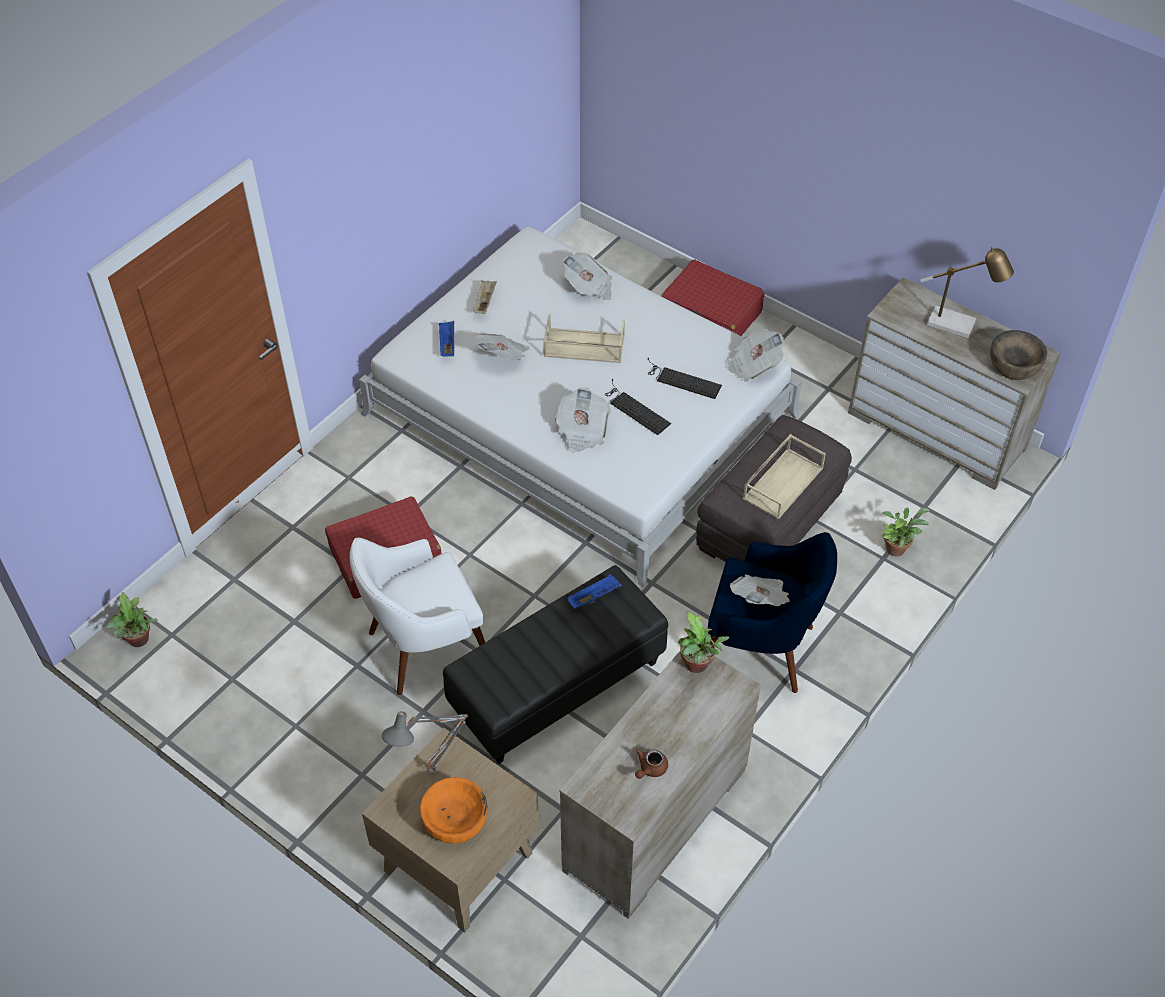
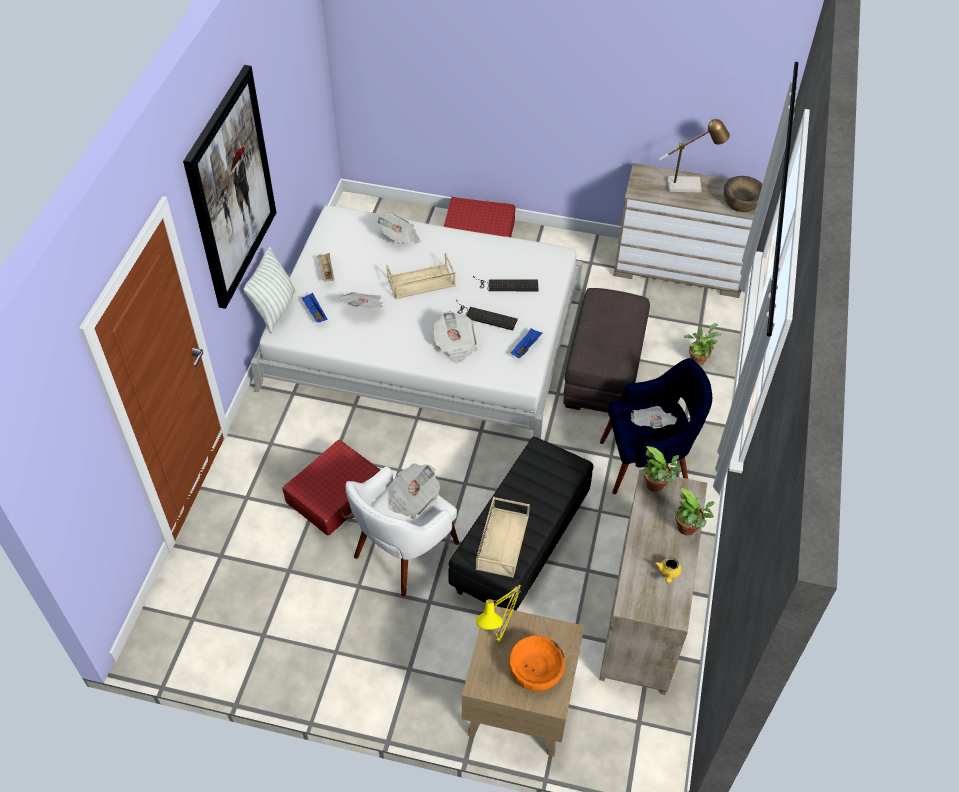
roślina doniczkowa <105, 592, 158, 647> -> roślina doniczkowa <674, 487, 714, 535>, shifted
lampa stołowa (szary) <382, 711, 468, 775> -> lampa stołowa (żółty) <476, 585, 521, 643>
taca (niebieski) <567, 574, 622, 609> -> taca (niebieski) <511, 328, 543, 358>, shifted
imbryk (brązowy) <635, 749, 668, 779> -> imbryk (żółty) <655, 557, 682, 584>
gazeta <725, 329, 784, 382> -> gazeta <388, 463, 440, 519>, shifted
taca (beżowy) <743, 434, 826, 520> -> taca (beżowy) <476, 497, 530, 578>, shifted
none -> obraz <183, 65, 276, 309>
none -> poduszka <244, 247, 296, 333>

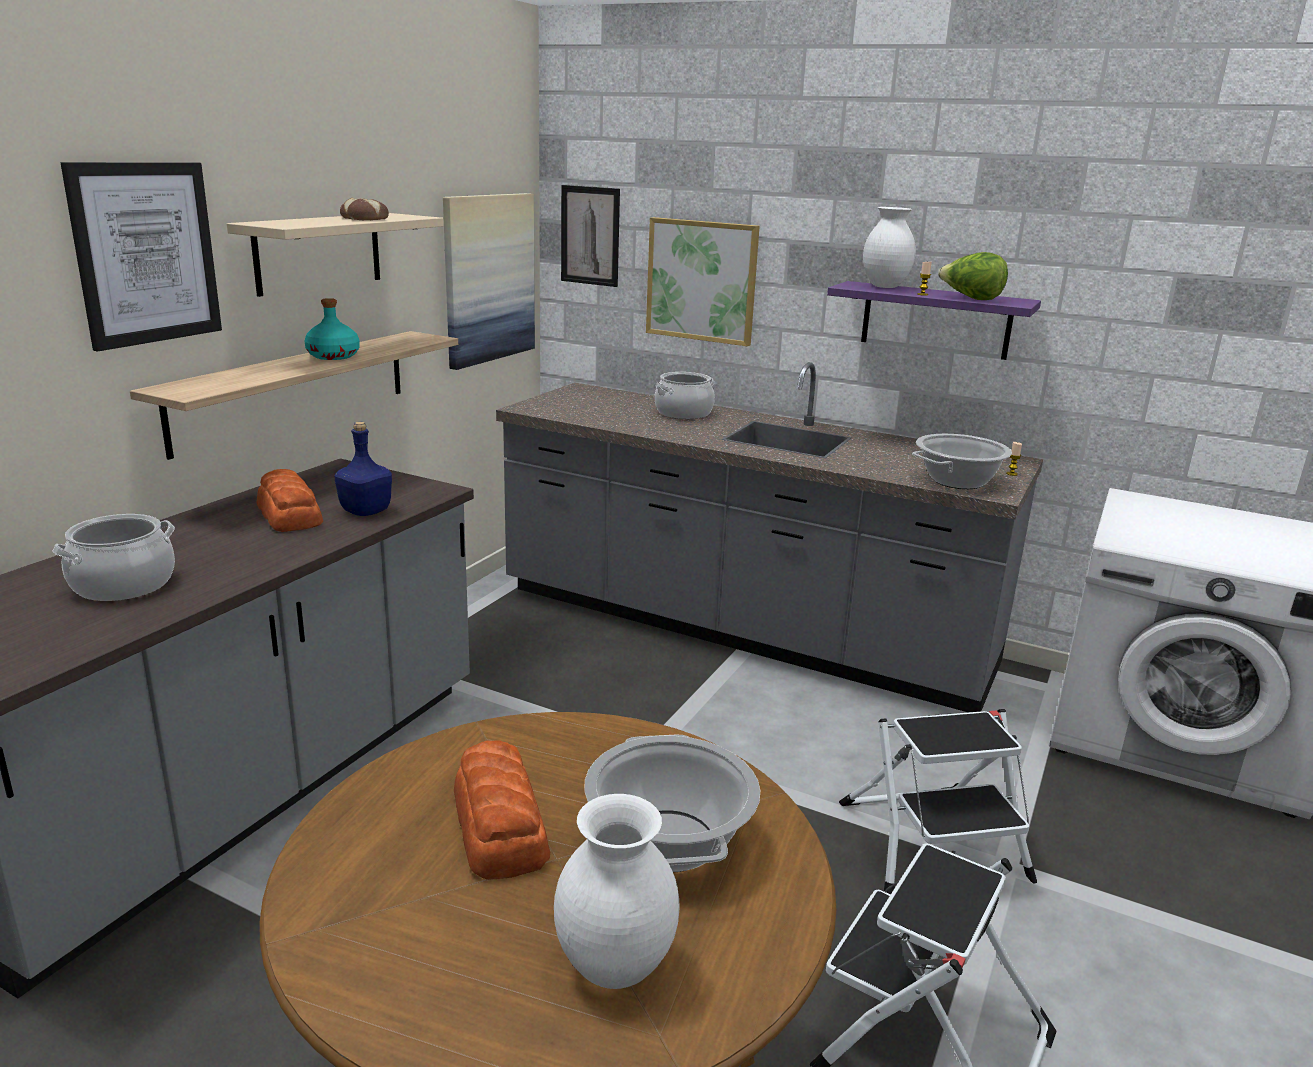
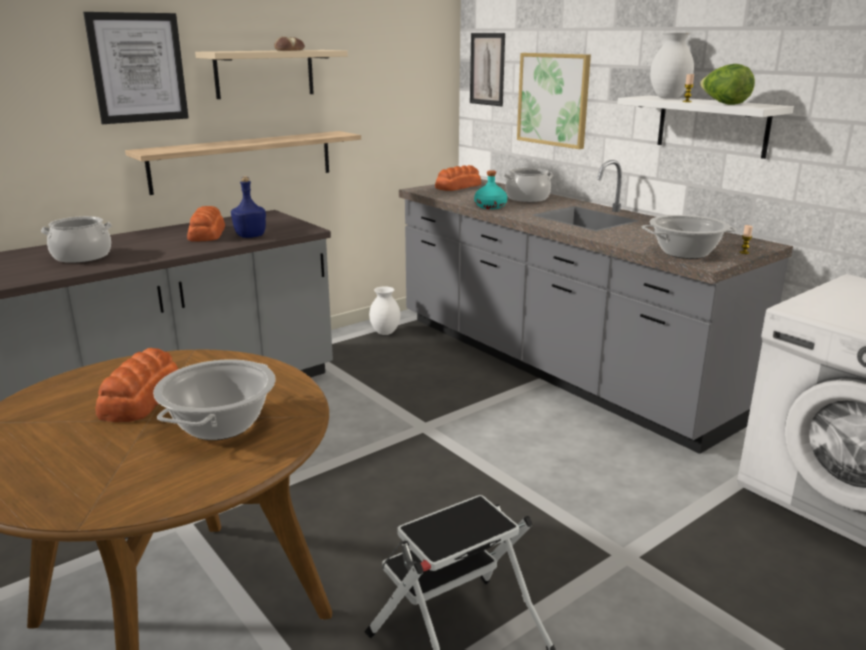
butelka (turkusowy) <304, 298, 360, 360> -> butelka (turkusowy) <474, 170, 507, 209>, shifted
obraz <443, 193, 535, 370> -> none
wazon (biały) <554, 794, 680, 989> -> wazon (biały) <369, 286, 400, 335>, shifted
półka (fioletowy) <827, 281, 1041, 360> -> półka (biały) <617, 95, 794, 159>
drabinka <839, 709, 1037, 894> -> none
none -> chleb <435, 165, 482, 191>

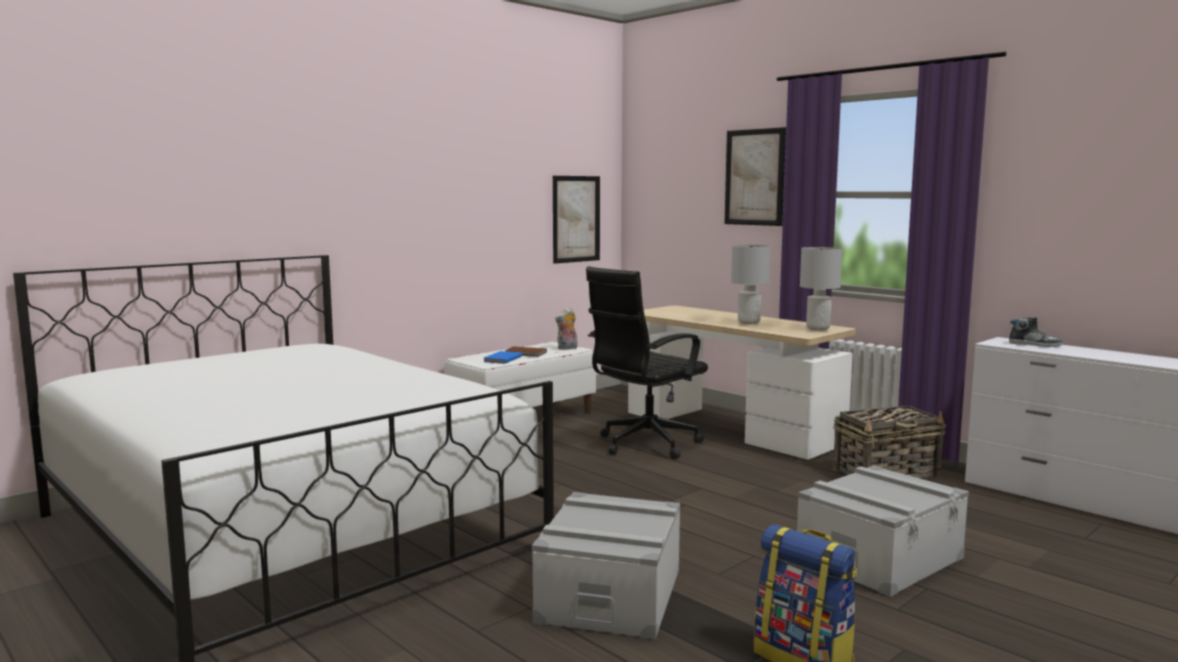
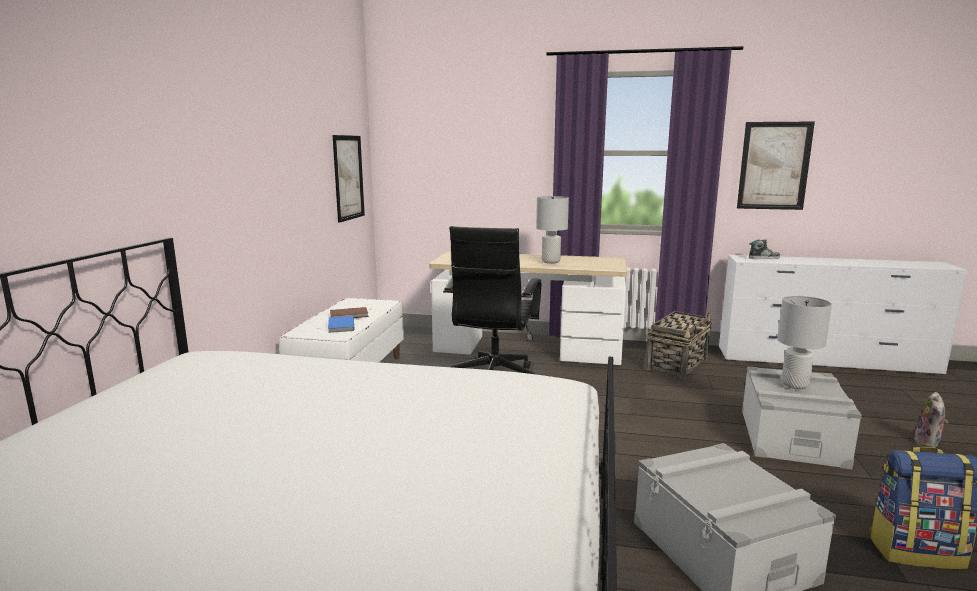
pluszak <555, 307, 577, 350> -> pluszak <915, 392, 948, 448>, shifted
obraz <725, 127, 786, 226> -> obraz <737, 122, 815, 210>, shifted
lampa stołowa (szary) <800, 247, 842, 331> -> lampa stołowa (szary) <777, 296, 832, 389>, shifted

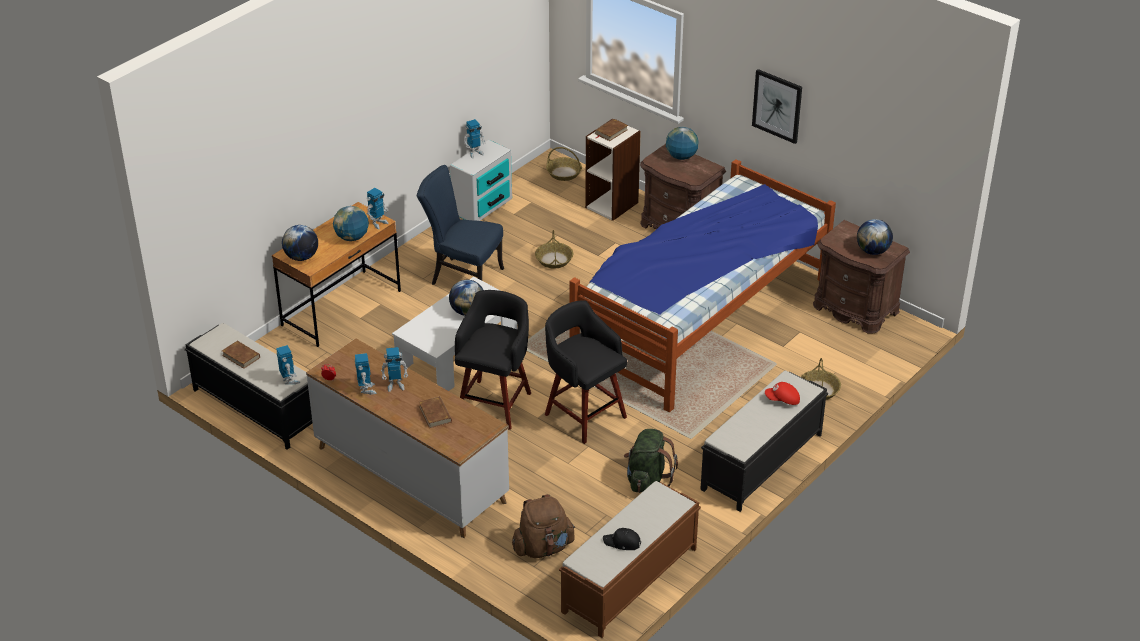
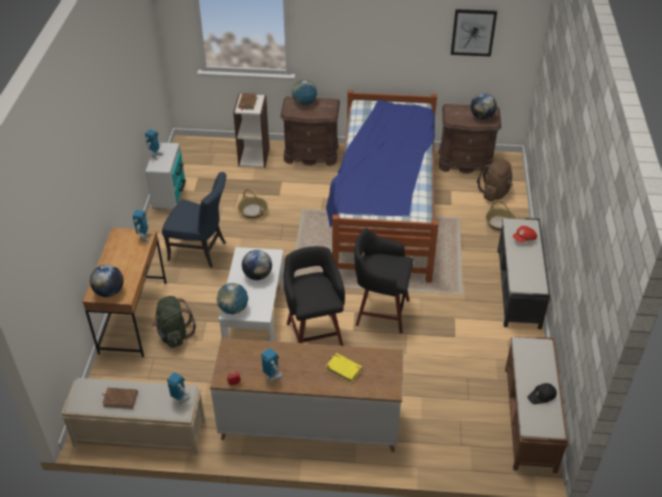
ławka (czarny) <185, 323, 312, 450> -> ławka (beżowy) <61, 378, 205, 455>
globus <333, 206, 369, 241> -> globus <216, 283, 248, 314>, shifted
robot zabawkowy <381, 347, 408, 392> -> none
krzesło (niebieski) <417, 165, 504, 285> -> krzesło (niebieski) <162, 172, 226, 268>, 150 degrees counterclockwise
książka (brązowy) <419, 396, 452, 428> -> książka (żółty) <325, 353, 362, 383>
plecak (brązowy) <512, 494, 575, 558> -> plecak (brązowy) <477, 158, 513, 202>, shifted
koszyk <546, 147, 582, 181> -> none
plecak (zielony) <624, 429, 678, 493> -> plecak (zielony) <152, 296, 196, 348>, shifted
obraz <752, 69, 802, 144> -> obraz <451, 9, 497, 57>, shifted

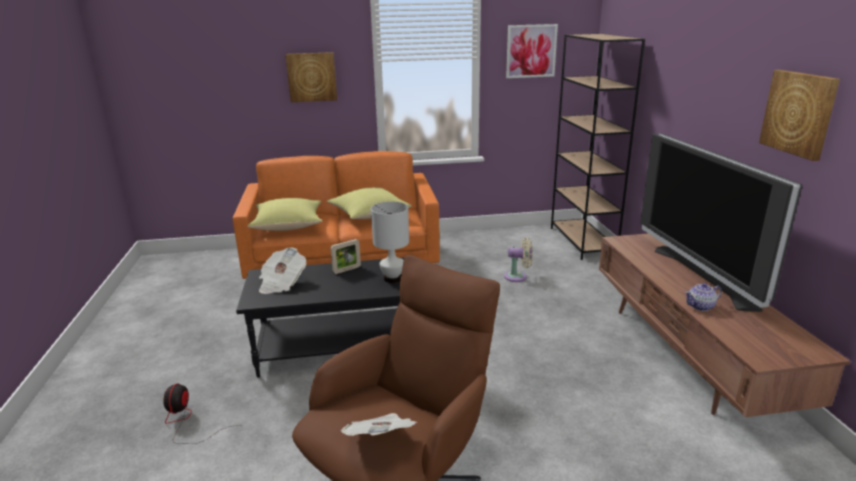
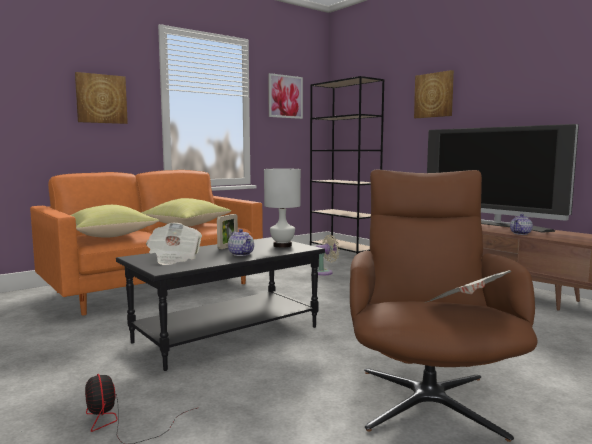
obraz <759, 70, 840, 161> -> obraz <414, 70, 454, 118>, shifted
none -> imbryk <228, 229, 254, 256>

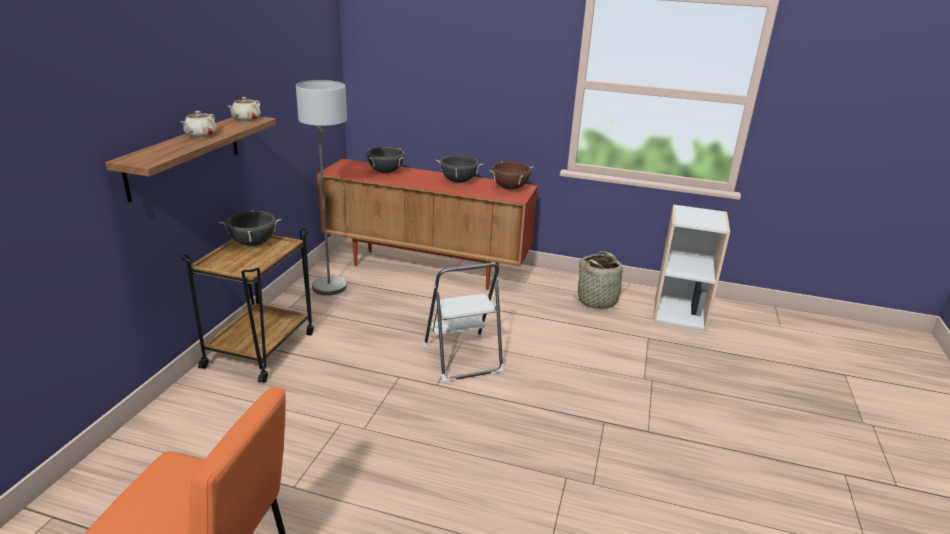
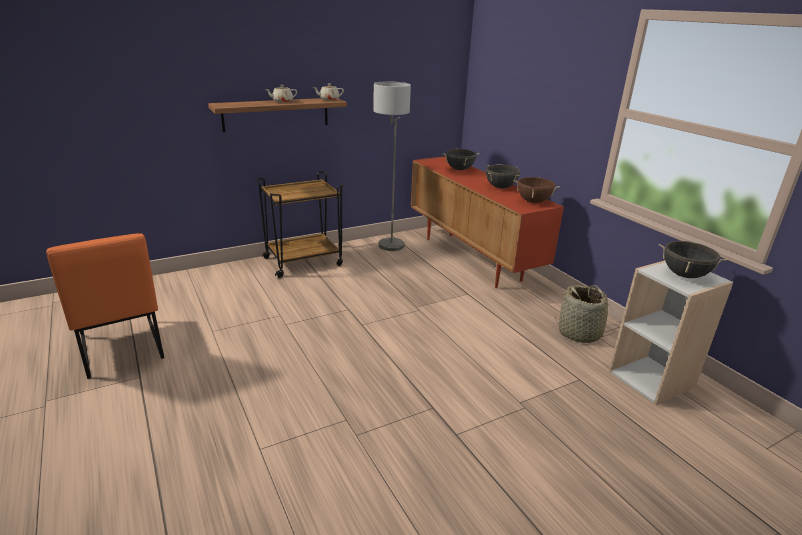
garnek (czarny) <219, 210, 281, 246> -> garnek (czarny) <659, 241, 727, 278>, shifted
drabinka (biały) <422, 263, 504, 382> -> none

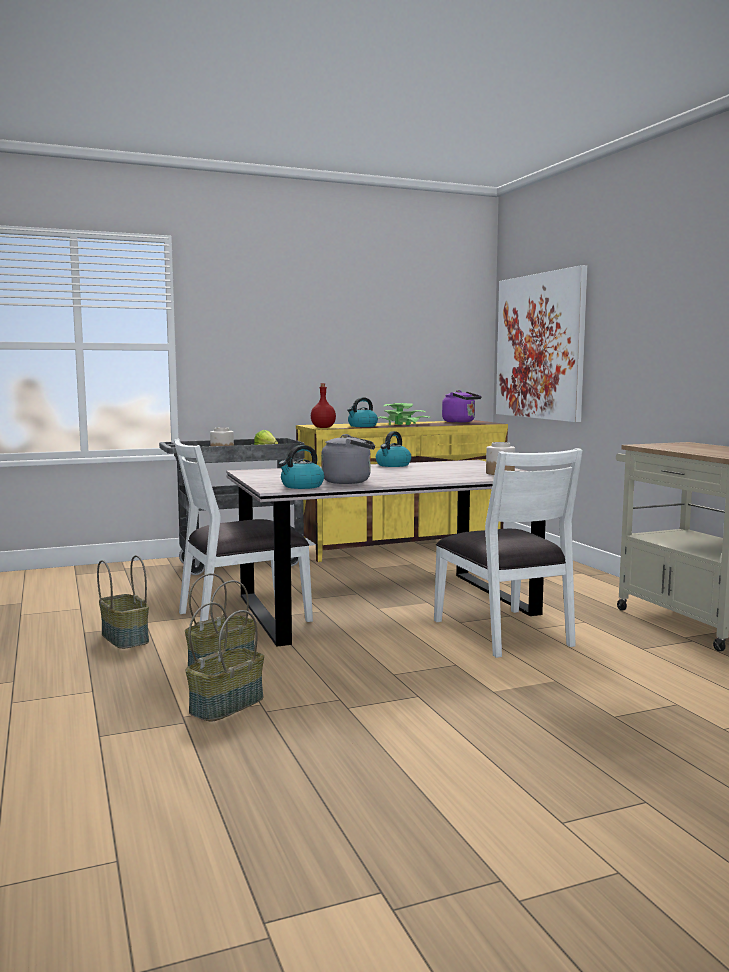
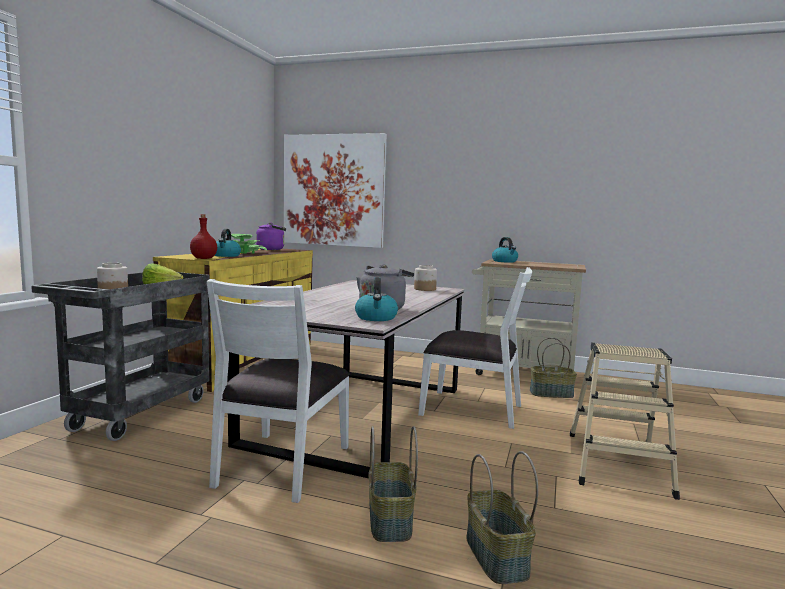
koszyk <97, 555, 149, 649> -> koszyk <530, 337, 577, 398>, shifted
czajnik <376, 431, 411, 467> -> czajnik <492, 237, 518, 263>, shifted
none -> drabinka (beżowy) <570, 343, 680, 500>

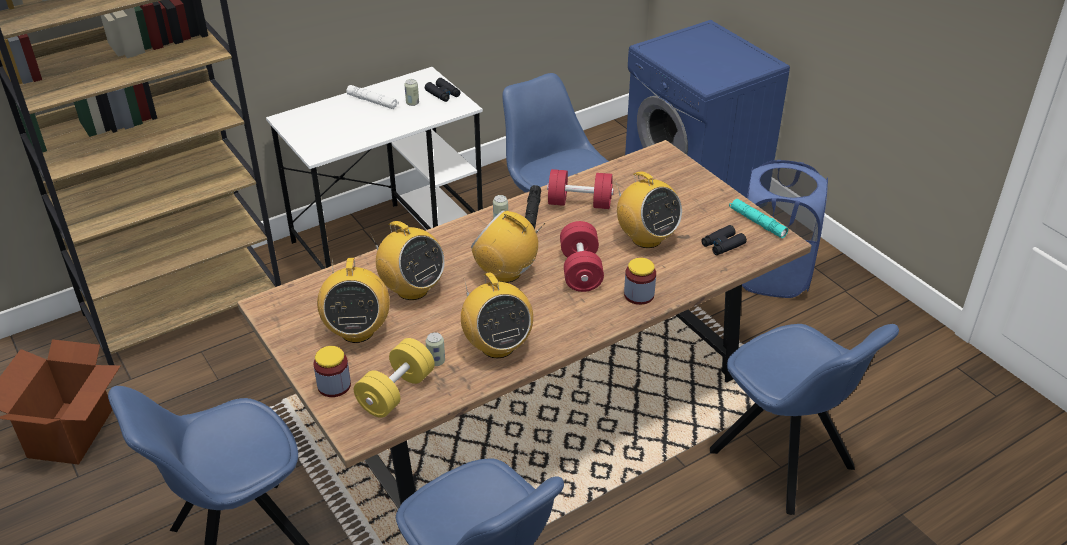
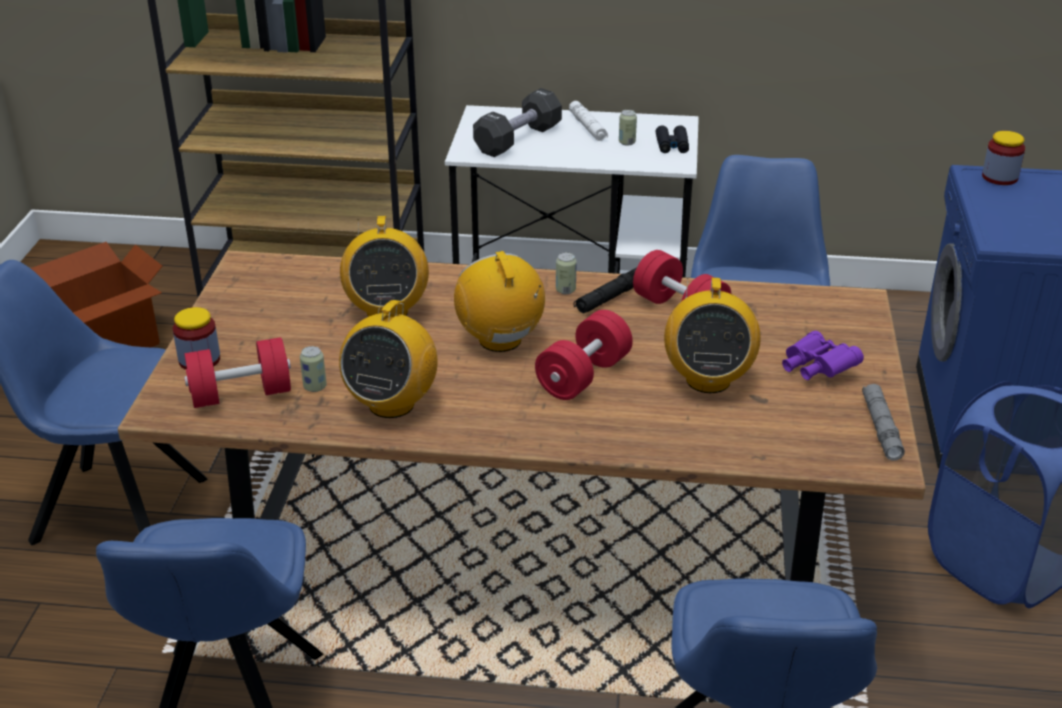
radio <317, 258, 390, 343> -> none
hantel (żółty) <354, 338, 435, 418> -> hantel (czerwony) <184, 337, 291, 408>
słoik <624, 258, 656, 305> -> słoik <982, 131, 1025, 185>, shifted
lornetka (czarny) <701, 225, 747, 255> -> none
latarka (turkusowy) <729, 199, 788, 238> -> latarka (szary) <862, 384, 905, 461>
none -> hantel (czarny) <473, 88, 562, 157>
none -> lornetka (fioletowy) <782, 331, 864, 380>

